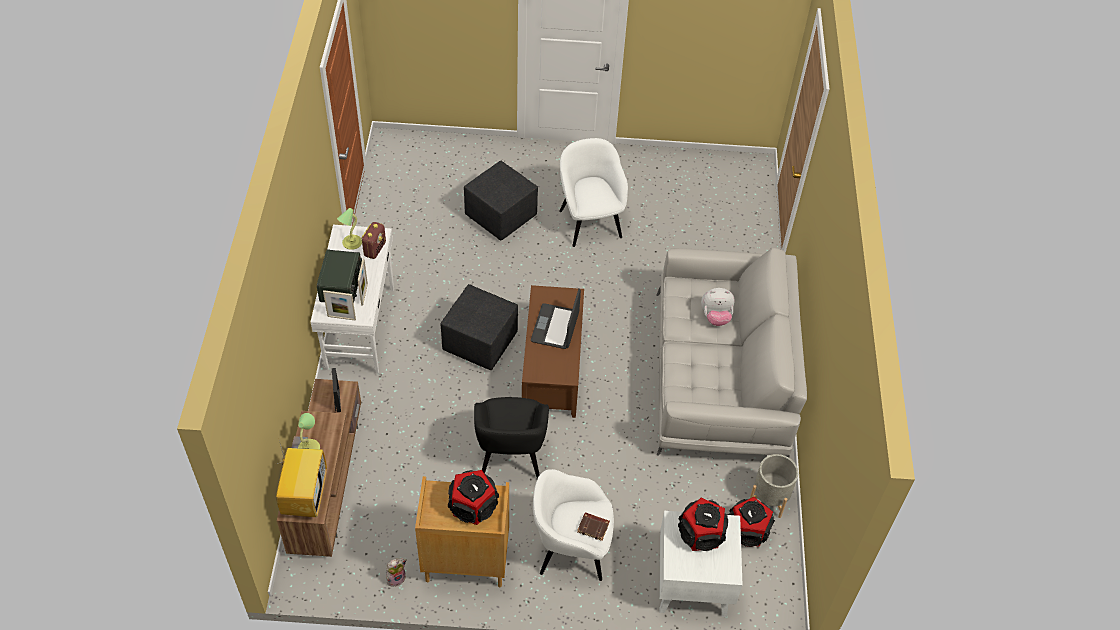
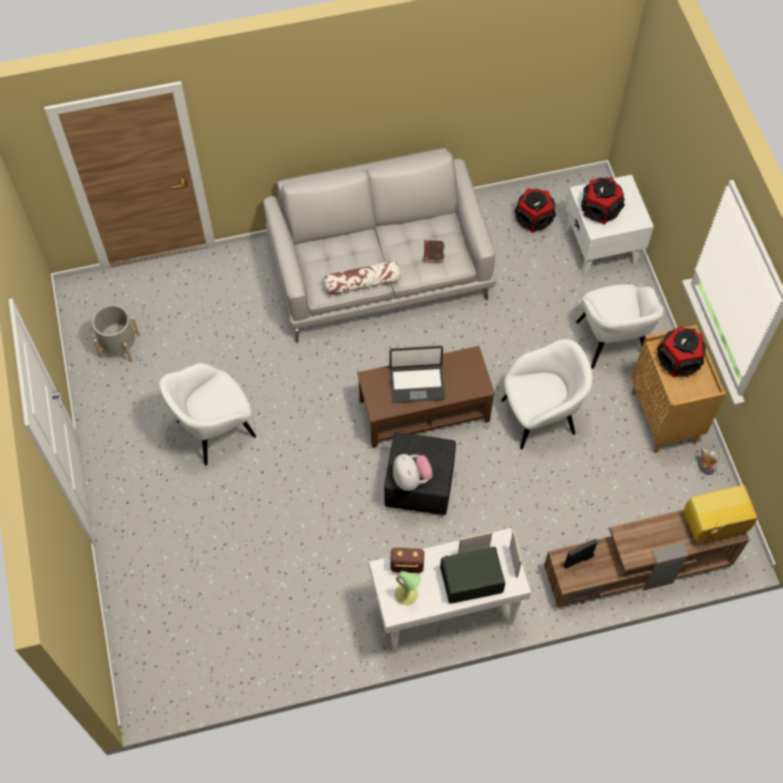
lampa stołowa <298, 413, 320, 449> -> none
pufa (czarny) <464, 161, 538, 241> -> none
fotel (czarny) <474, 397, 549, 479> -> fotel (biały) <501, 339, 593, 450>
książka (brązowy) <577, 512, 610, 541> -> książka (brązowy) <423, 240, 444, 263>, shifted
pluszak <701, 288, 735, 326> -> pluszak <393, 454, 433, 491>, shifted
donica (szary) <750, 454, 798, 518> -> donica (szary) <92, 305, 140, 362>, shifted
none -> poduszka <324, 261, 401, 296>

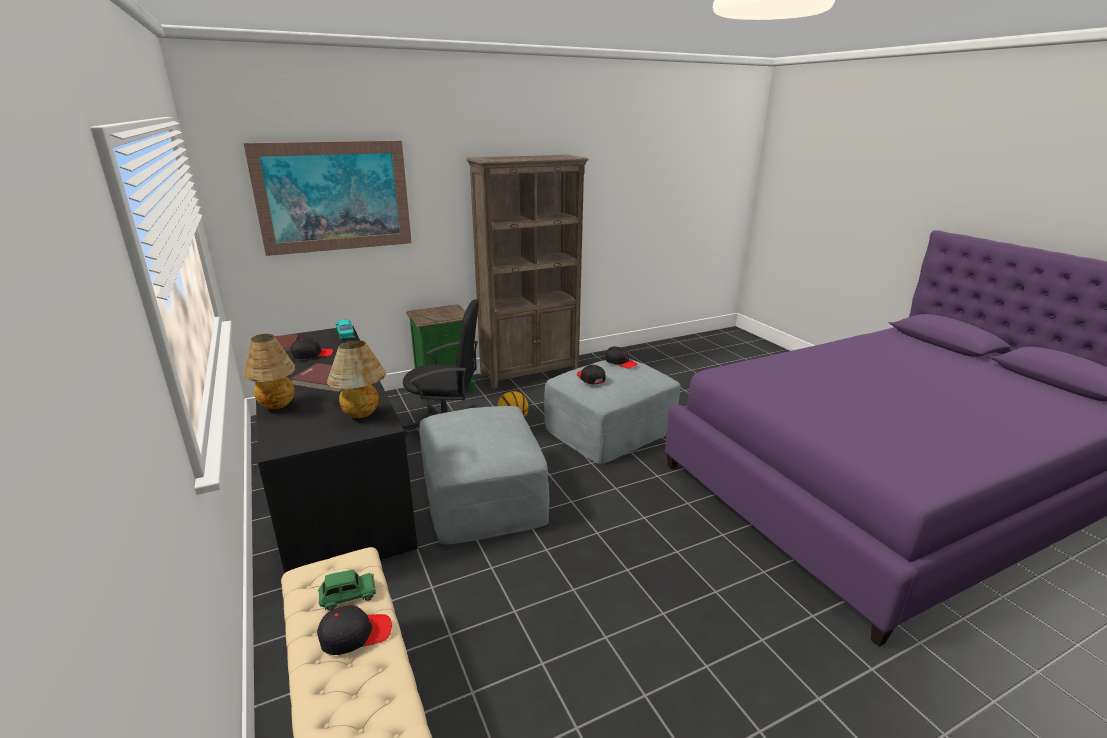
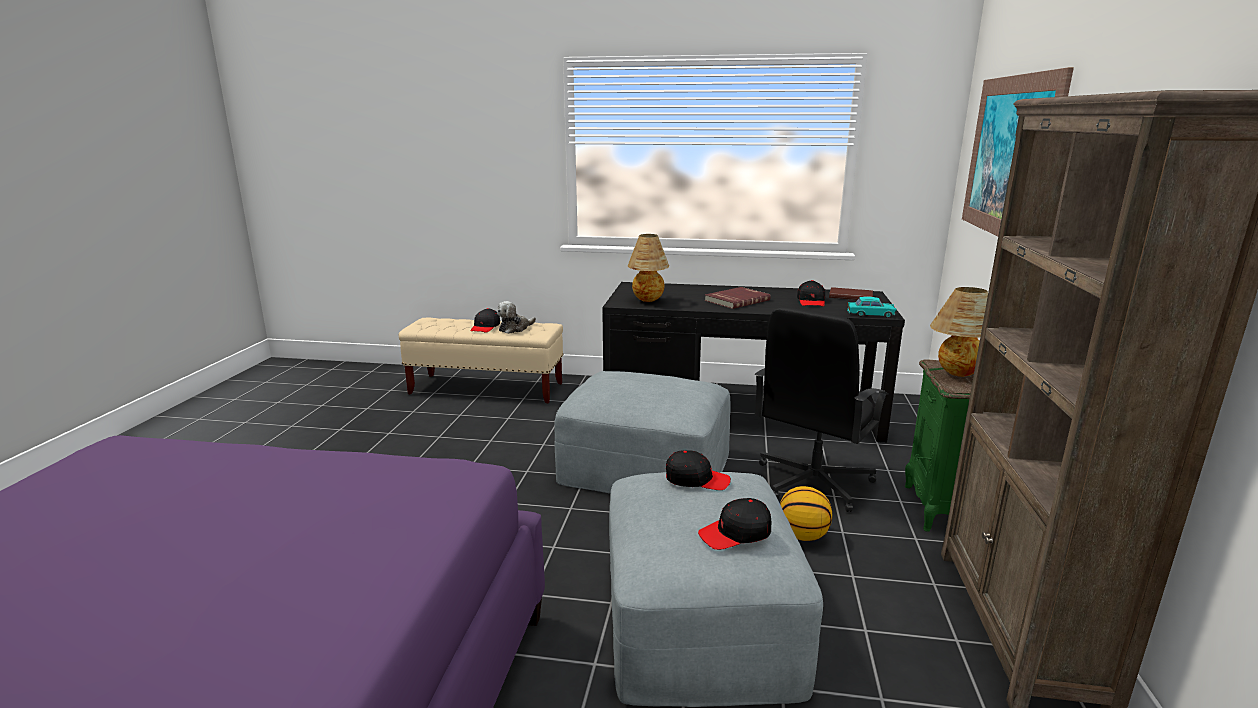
lampa stołowa <243, 334, 295, 409> -> lampa stołowa <930, 287, 988, 377>, shifted
samochodzik (zielony) <318, 570, 376, 611> -> pluszak <497, 301, 536, 334>

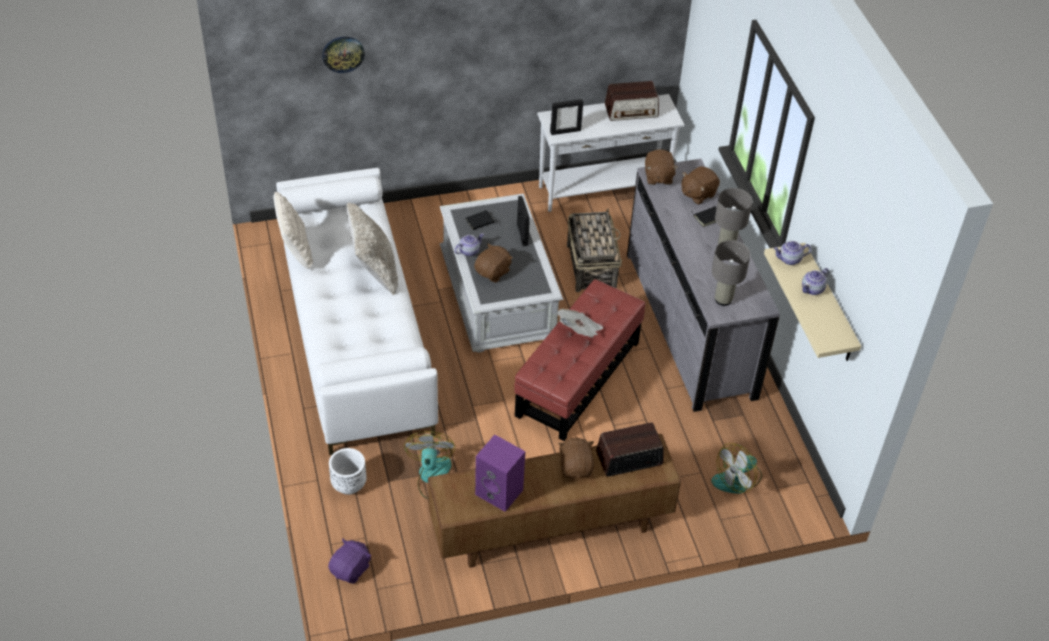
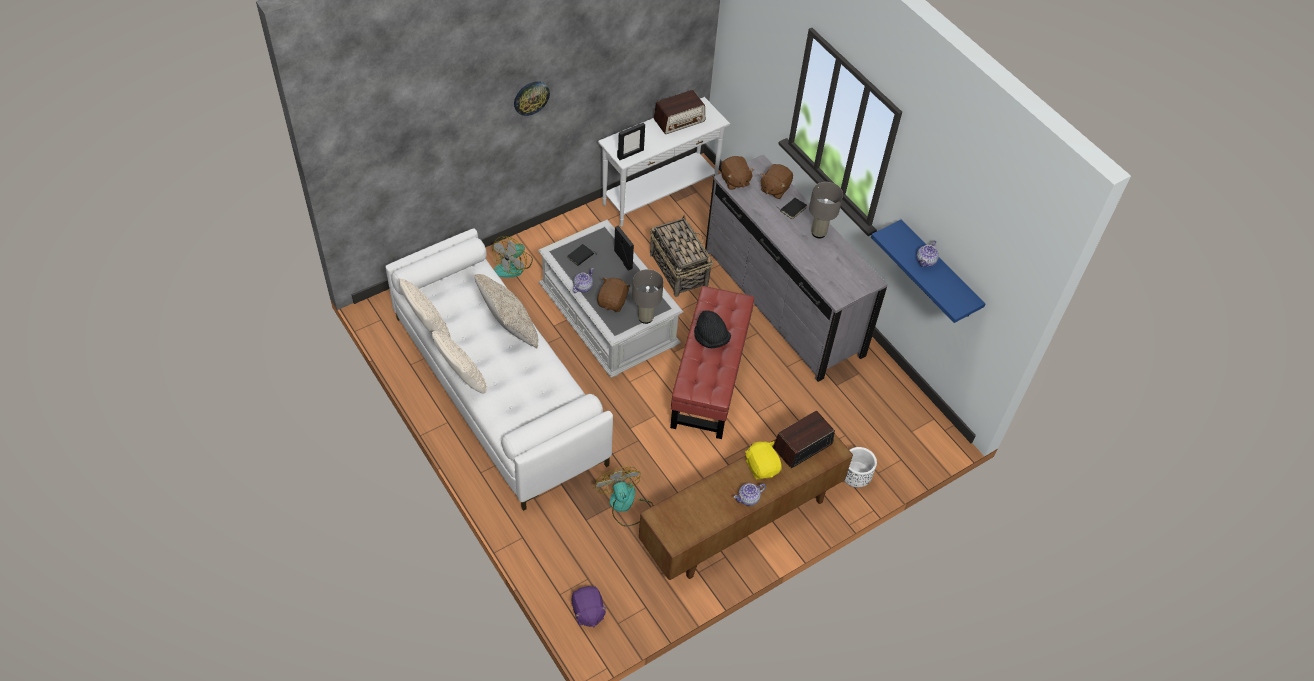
zegar ścienny <322, 37, 365, 73> -> zegar ścienny <514, 81, 550, 116>, shifted
pluszak (fioletowy) <328, 538, 371, 584> -> pluszak (fioletowy) <571, 586, 607, 627>, 150 degrees clockwise
donica (biały) <329, 448, 366, 495> -> donica (biały) <844, 447, 877, 488>, shifted
głośnik (fioletowy) <475, 434, 525, 512> -> none
gazeta <558, 309, 603, 338> -> kapelusz (czarny) <694, 310, 731, 348>
pluszak (brązowy) <558, 438, 594, 478> -> pluszak (żółty) <745, 441, 782, 479>
wentylator <711, 443, 762, 494> -> wentylator <492, 236, 533, 277>, shifted
lampa stołowa (szary) <712, 240, 750, 306> -> lampa stołowa (szary) <632, 269, 663, 324>, shifted
półka (beżowy) <764, 243, 861, 361> -> półka (niebieski) <871, 219, 986, 323>
imbryk <773, 241, 811, 265> -> imbryk <734, 483, 766, 506>, shifted
none -> poduszka (beżowy) <432, 331, 487, 393>

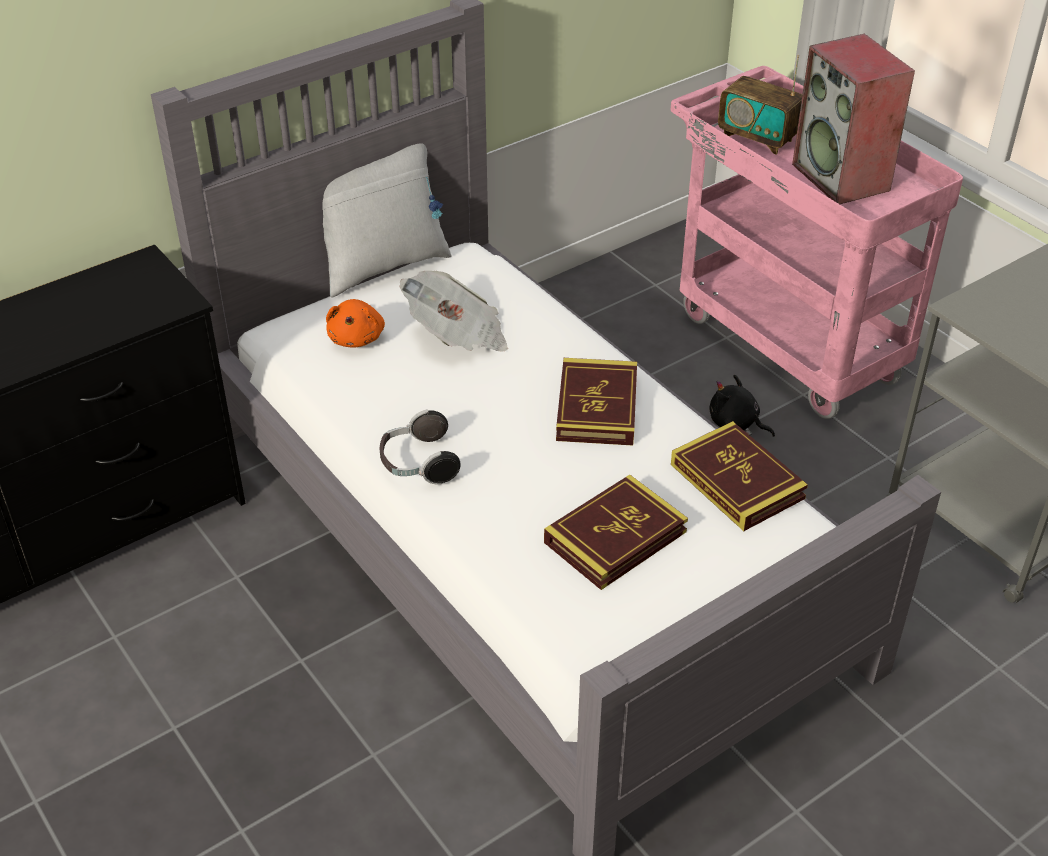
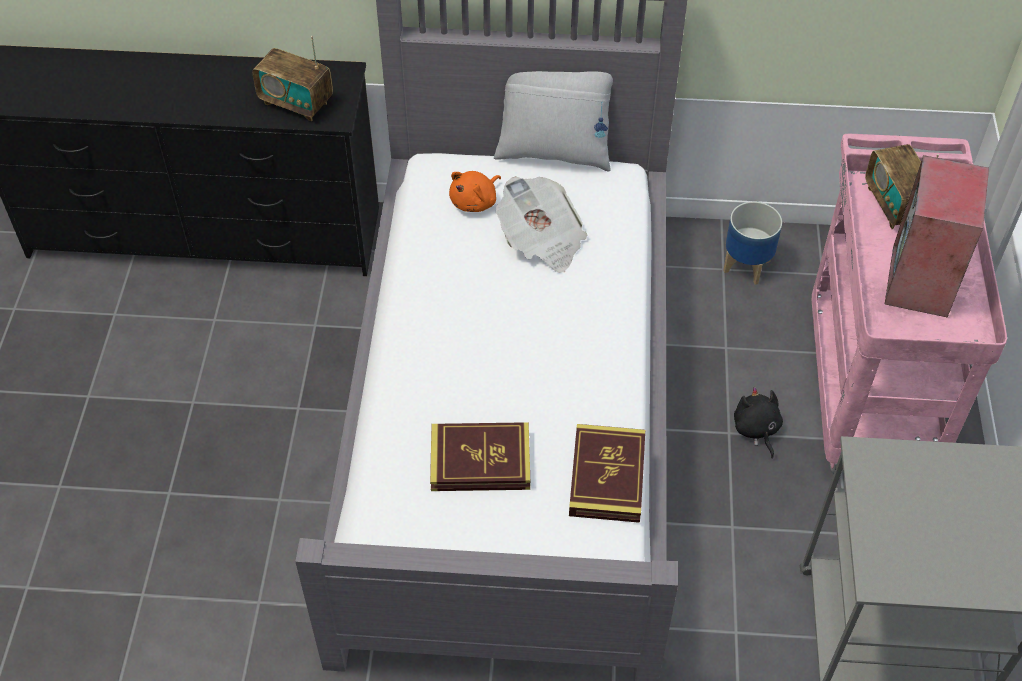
słuchawki <380, 409, 460, 485> -> none
książka <556, 358, 637, 446> -> none
none -> radio <252, 36, 333, 121>
none -> donica <723, 201, 782, 285>

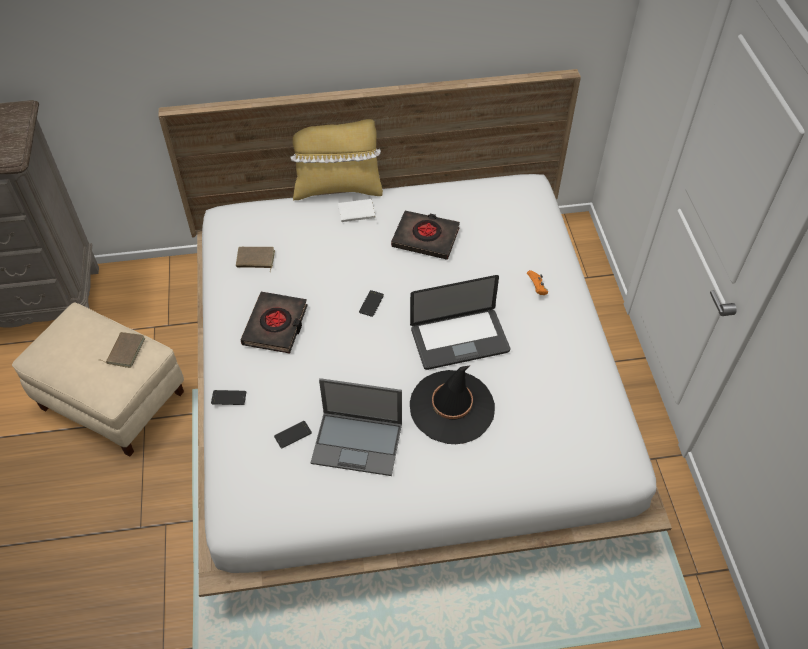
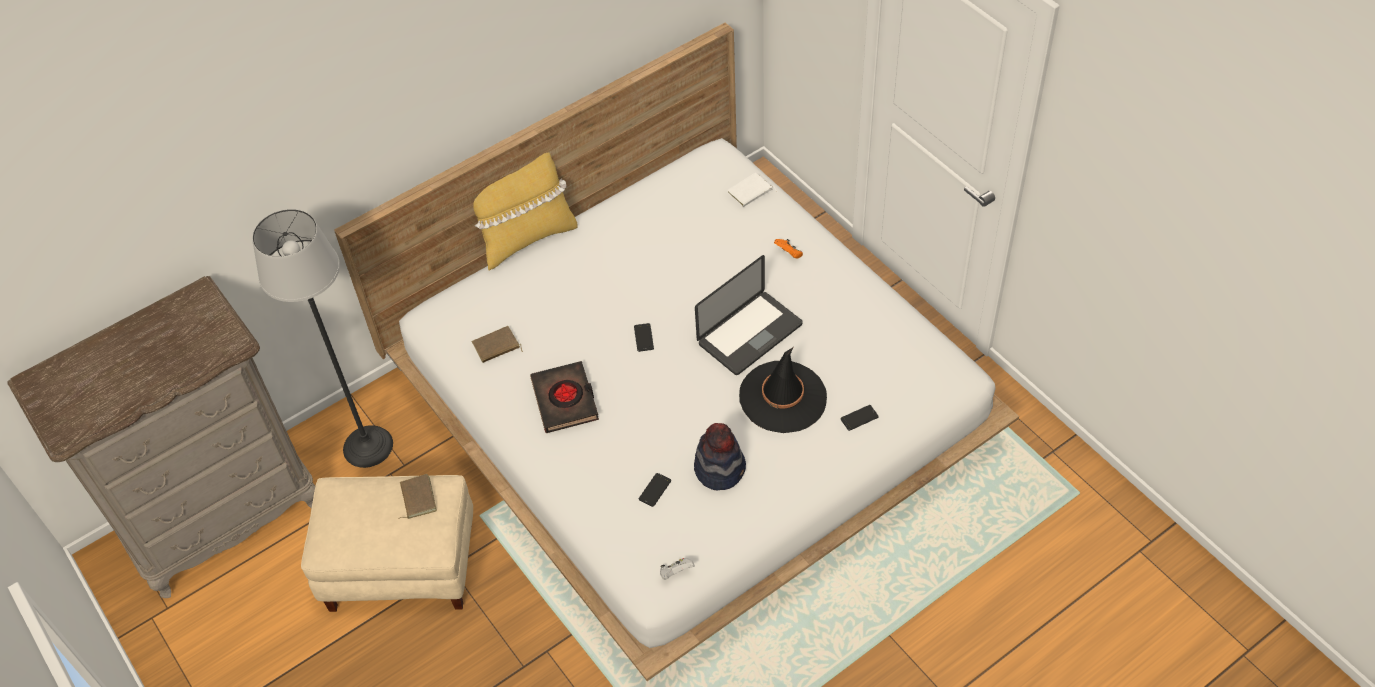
telefon <211, 390, 246, 405> -> telefon <841, 405, 879, 431>, shifted
laptop <311, 378, 402, 476> -> kapelusz <694, 423, 746, 490>
książka (biały) <338, 199, 377, 222> -> książka (biały) <727, 173, 777, 207>, shifted
książka (czarny) <391, 211, 460, 260> -> none
none -> lampa stojąca <252, 209, 393, 468>
none -> pad do gier (biały) <660, 558, 694, 580>

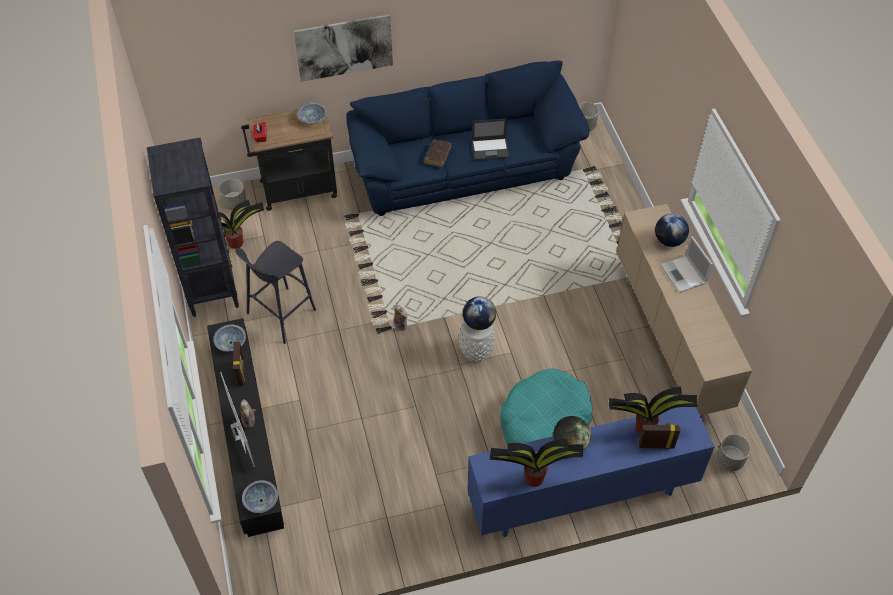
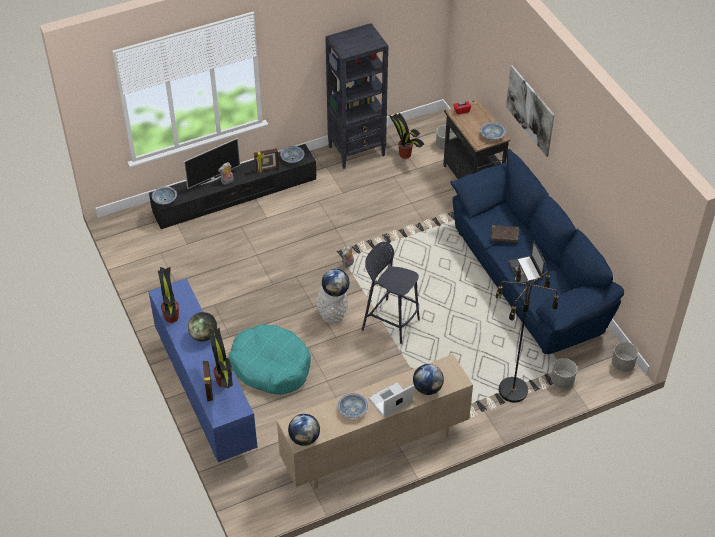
stołek (szary) <235, 241, 316, 344> -> stołek (szary) <362, 242, 420, 344>, shifted
donica (szary) <717, 434, 751, 471> -> donica (szary) <551, 358, 577, 389>, shifted
none -> globus <288, 414, 320, 446>
none -> miska <338, 393, 368, 418>
none -> lampa stojąca <496, 265, 558, 403>

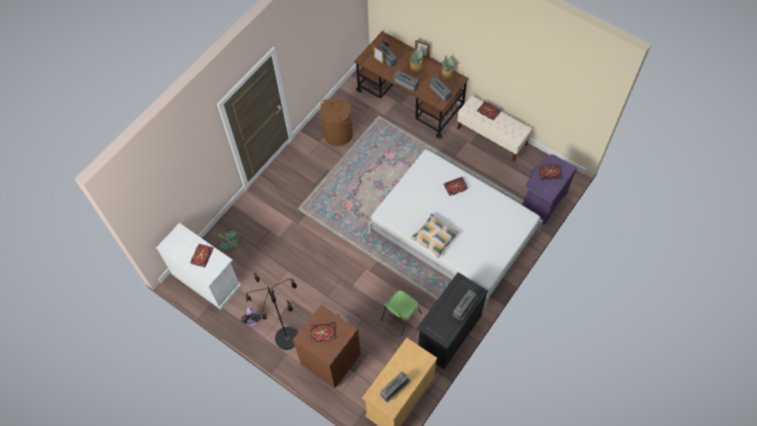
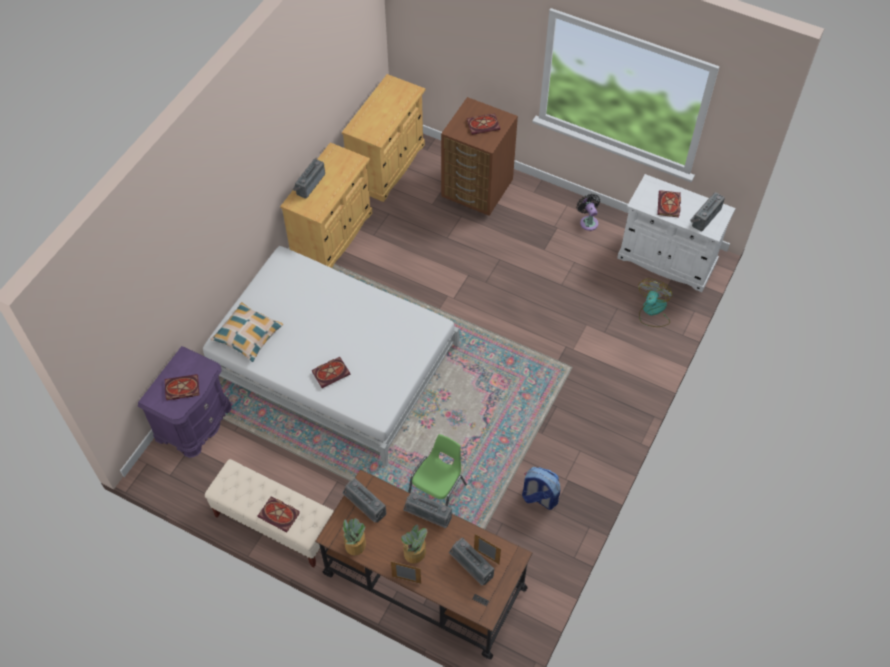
lampa stojąca <246, 273, 298, 350> -> none
kosz na pranie (brązowy) <320, 97, 353, 146> -> plecak <522, 467, 560, 510>
radio <380, 372, 410, 402> -> radio <690, 192, 725, 231>, shifted
krzesło (zielony) <381, 290, 422, 336> -> krzesło (zielony) <408, 434, 467, 507>, shifted
poduszka <410, 213, 459, 258> -> poduszka <211, 302, 283, 362>, shifted
szafka (czarny) <417, 272, 488, 369> -> szafka (beżowy) <280, 142, 372, 268>

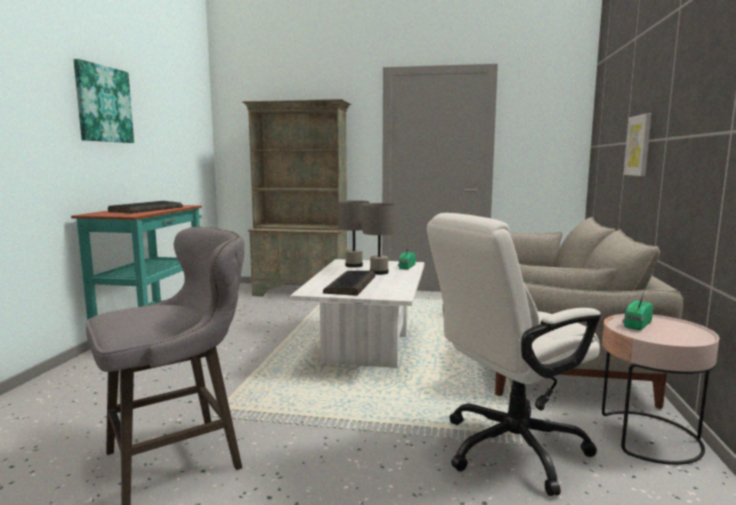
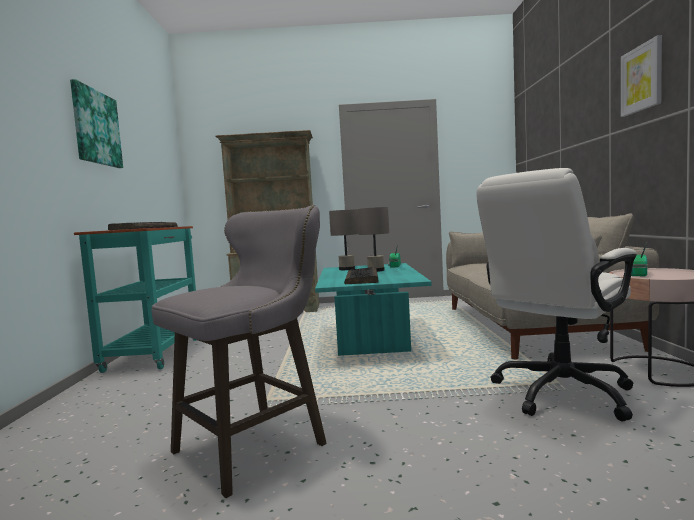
ława (biały) <290, 259, 425, 368> -> ława (turkusowy) <315, 263, 432, 356>
obraz <624, 113, 652, 176> -> obraz <621, 35, 662, 117>, shifted

